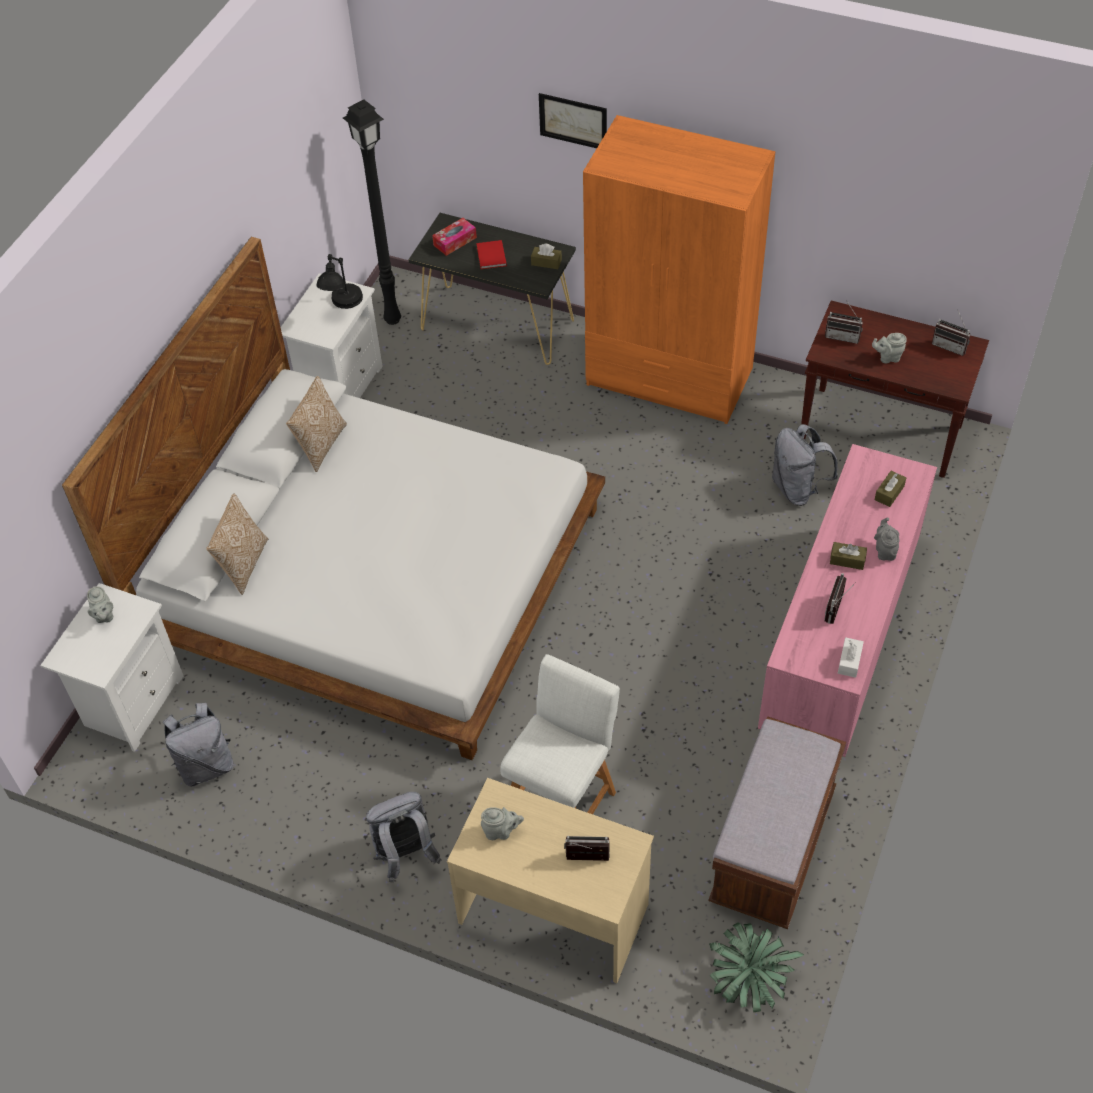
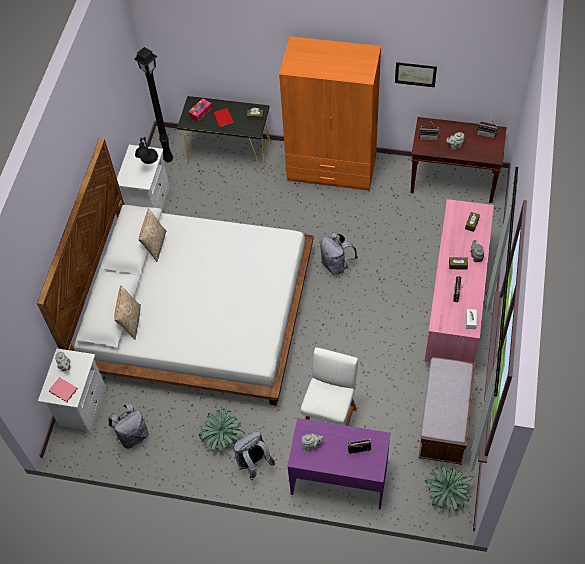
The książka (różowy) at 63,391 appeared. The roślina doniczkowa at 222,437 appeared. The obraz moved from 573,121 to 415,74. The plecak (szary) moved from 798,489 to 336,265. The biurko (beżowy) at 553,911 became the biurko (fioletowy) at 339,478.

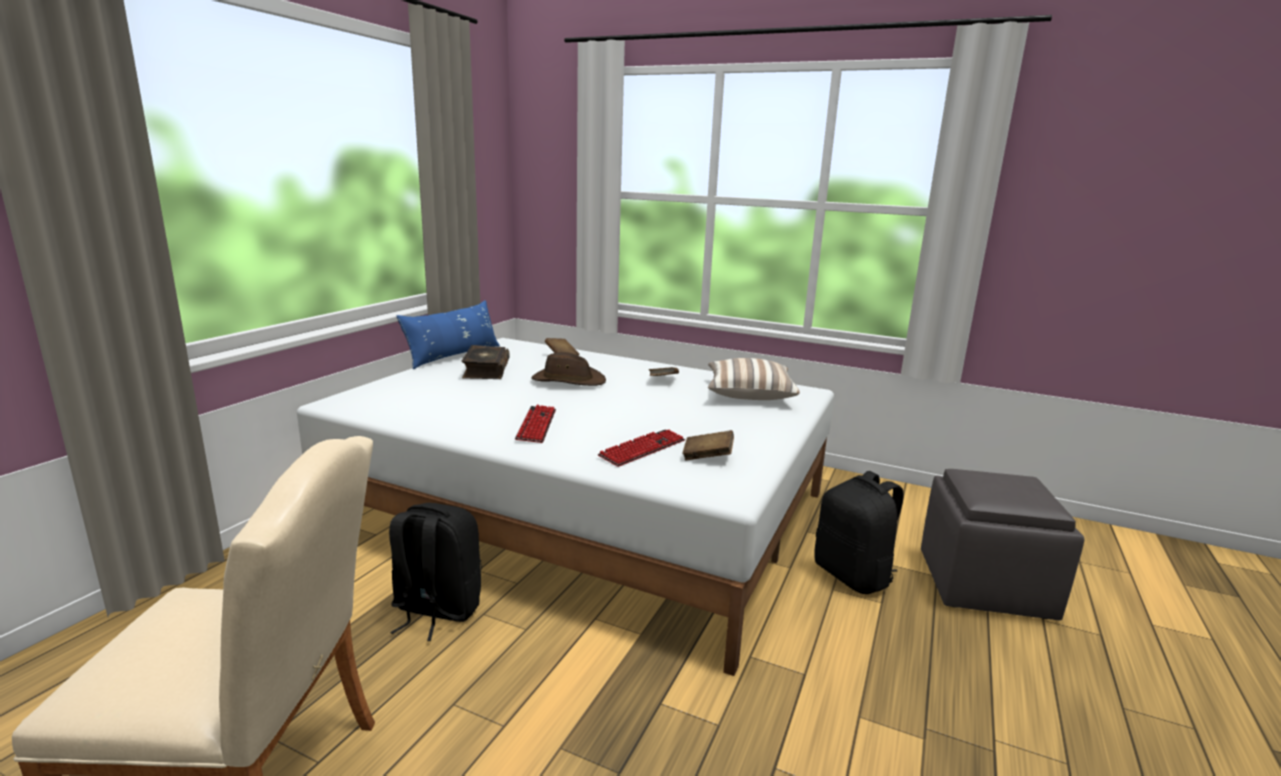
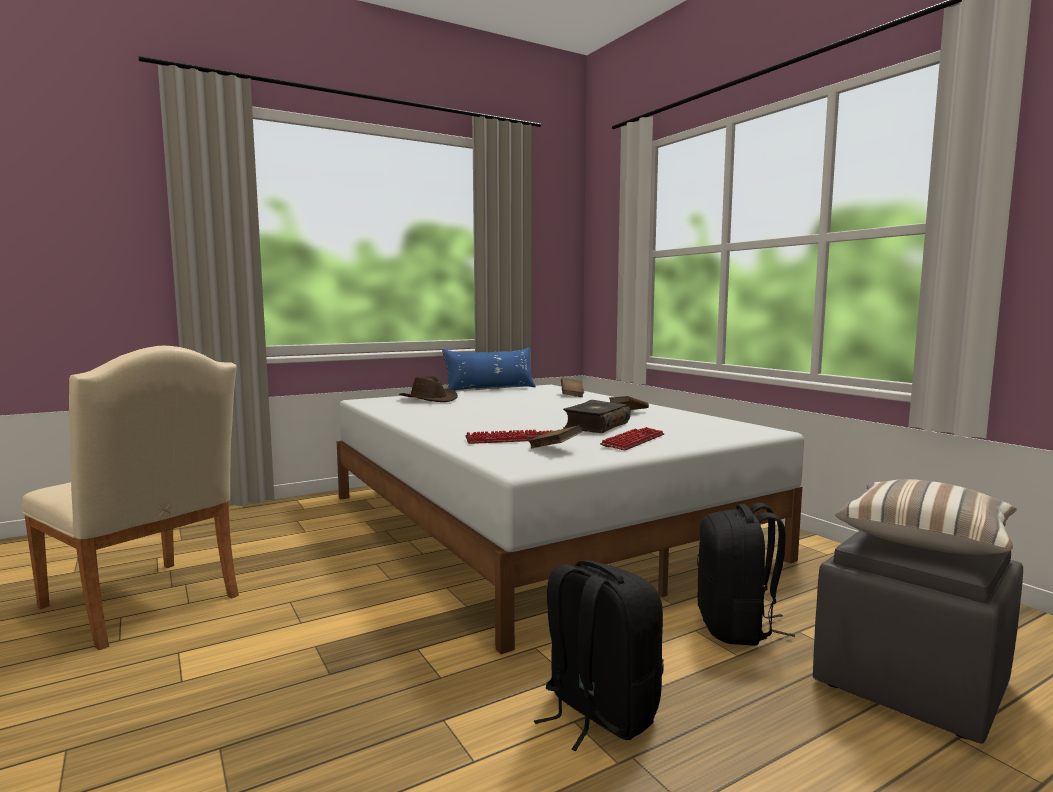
The plecak (czarny) moved from 435,610 to 598,712. The książka moved from 485,371 to 595,426. The klawiatura moved from 536,425 to 633,441. The kapelusz (brązowy) moved from 568,380 to 429,399. The poduszka moved from 749,394 to 925,540.

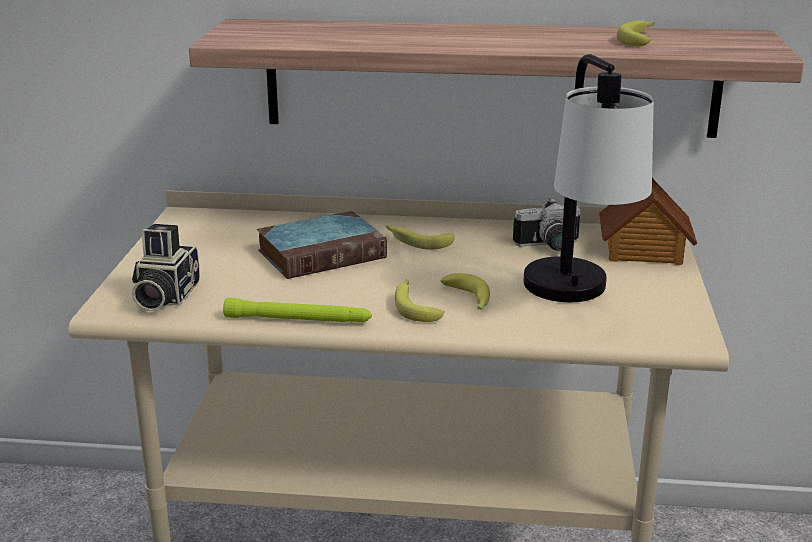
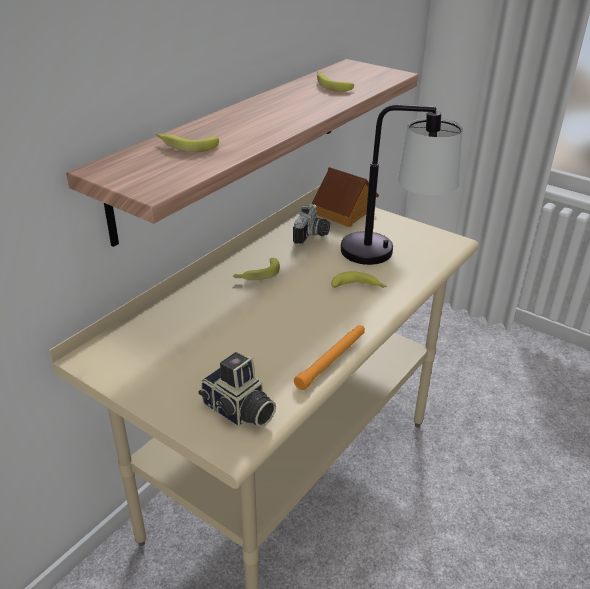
The książka at 323,253 disappeared. The banan moved from 415,306 to 185,146. The latarka (zielony) at 298,320 became the latarka (pomarańczowy) at 332,359.

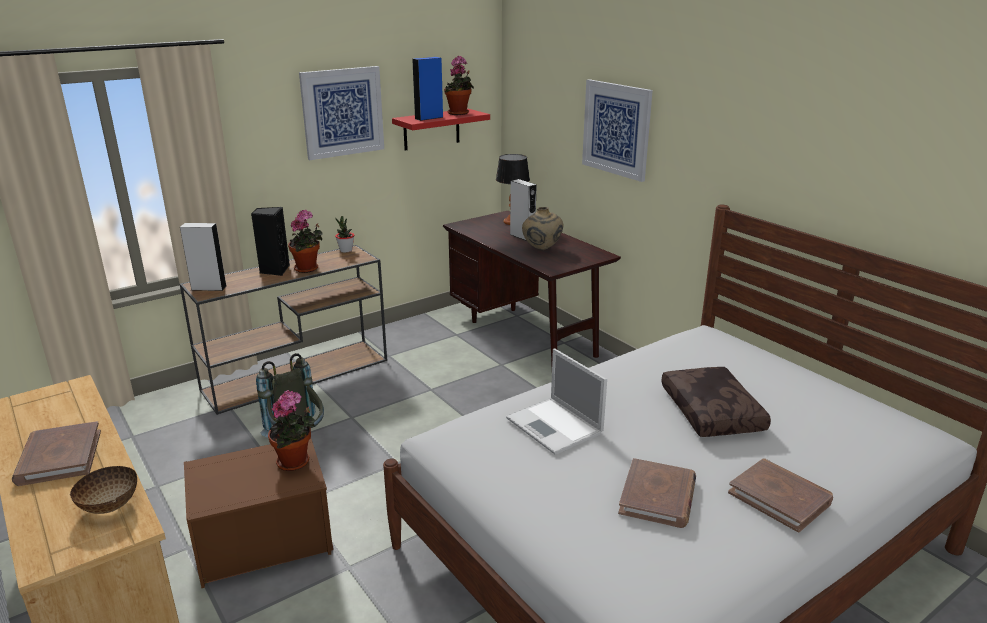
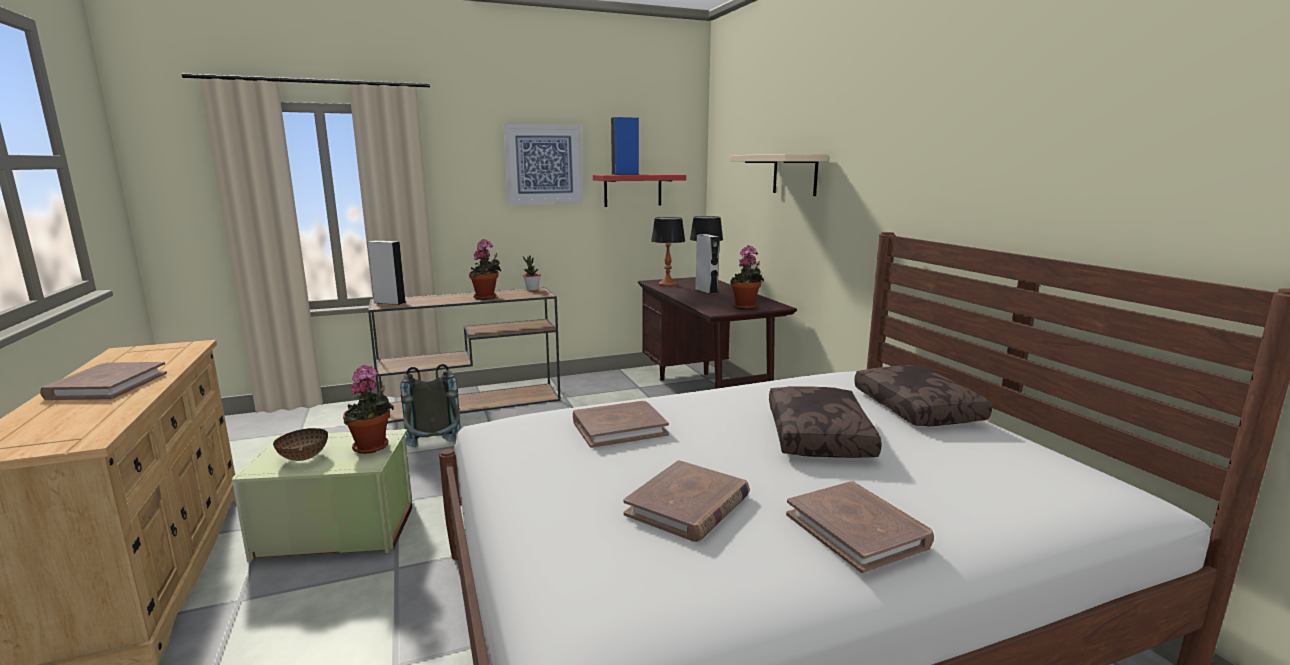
The głośnik (czarny) at 274,270 disappeared. The wazon (beżowy) at 541,249 disappeared. The lampa stołowa at 667,284 appeared. The poduszka (brązowy) at 919,409 appeared. The miska moved from 109,506 to 303,458. The roślina doniczkowa moved from 459,113 to 745,307. The laptop at 555,426 was replaced by the książka (brązowy) at 619,428. The obraz at 616,129 was replaced by the półka (beżowy) at 795,174. The pojemnik do przechowywania (brązowy) at 264,541 became the pojemnik do przechowywania (zielony) at 337,531.

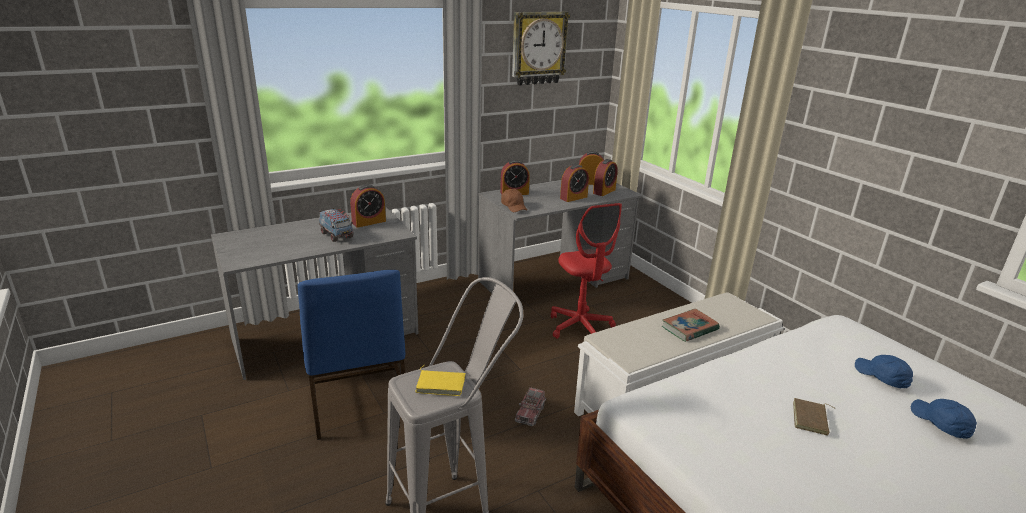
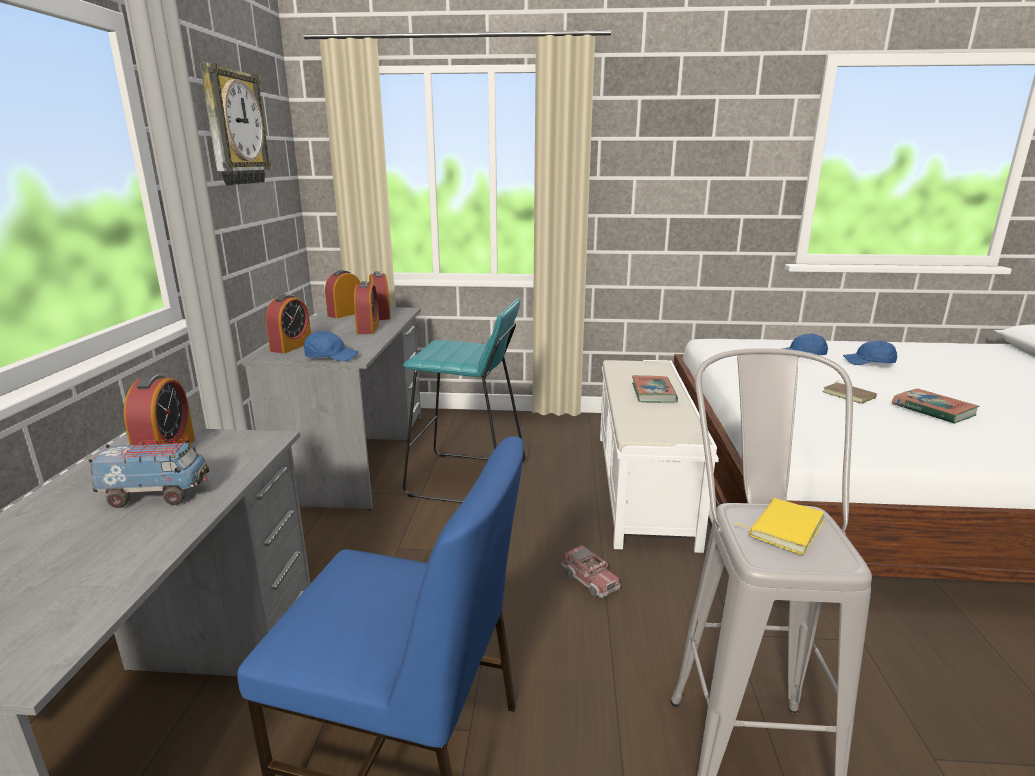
The książka at 933,410 appeared. The krzesło biurowe (czerwony) at 580,327 was replaced by the stołek (turkusowy) at 468,480. The czapka z daszkiem (brązowy) at 514,207 became the czapka z daszkiem (niebieski) at 331,357.

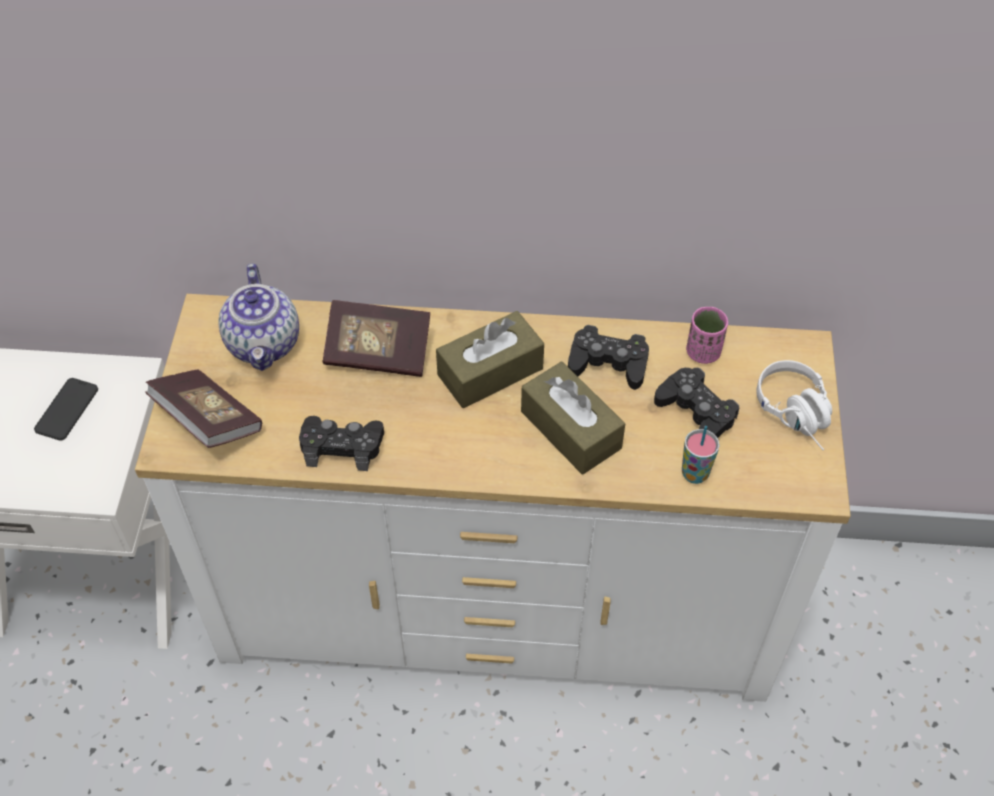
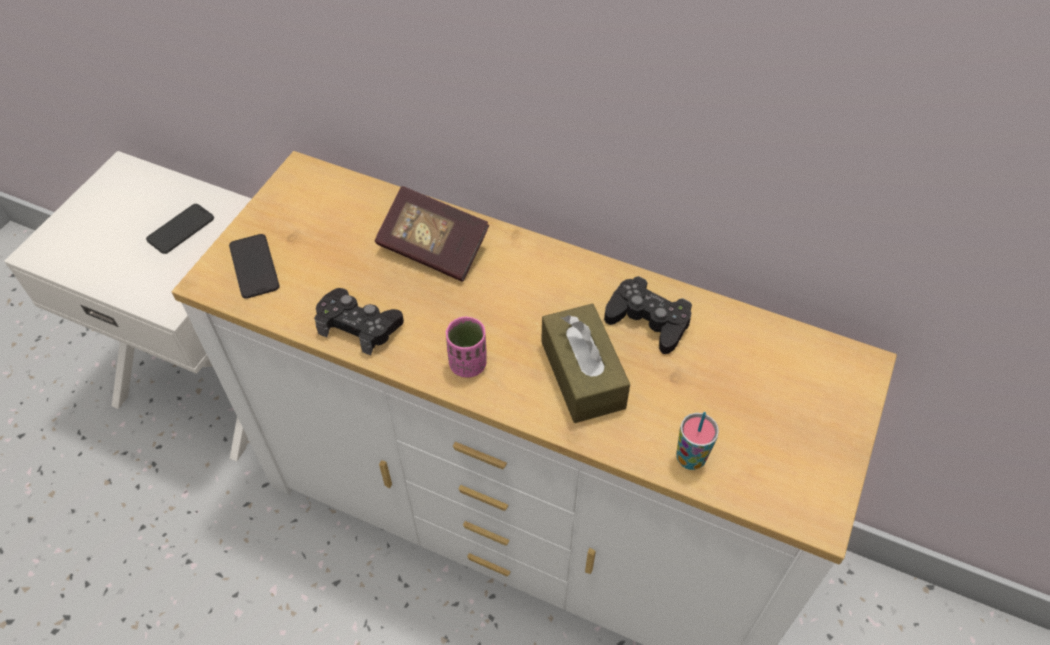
The imbryk at 265,344 disappeared. The pudełko chusteczek (brązowy) at 490,372 disappeared. The pad do gier (czarny) at 696,412 disappeared. The słuchawki (biały) at 798,415 disappeared. The filiżanka (różowy) moved from 703,352 to 468,364. The książka at 208,420 was replaced by the telefon at 254,266.

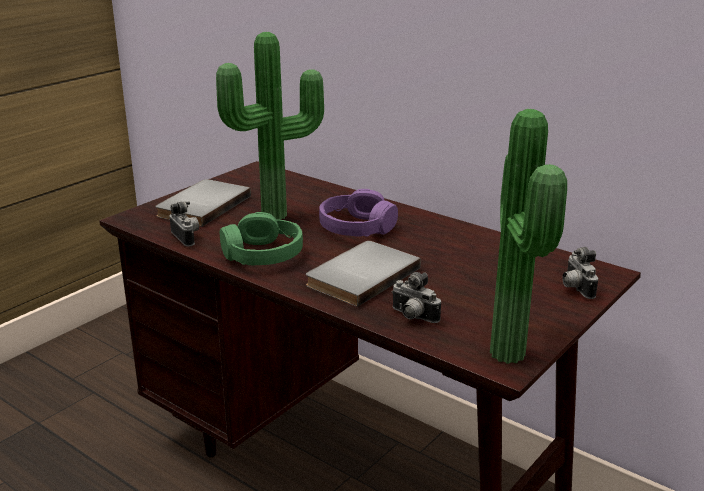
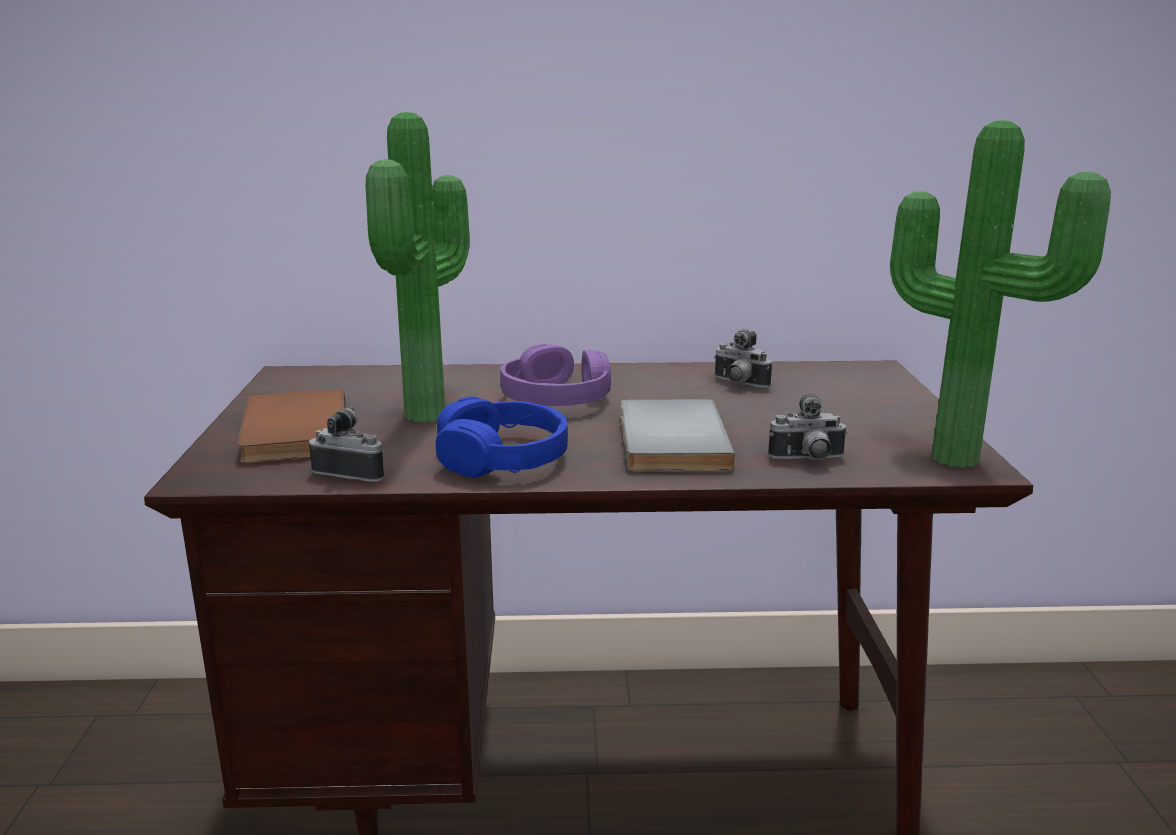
The aparat fotograficzny moved from 575,288 to 738,384. The książka (szary) at 201,205 became the książka (brązowy) at 290,432. The słuchawki (zielony) at 262,254 became the słuchawki (niebieski) at 503,458.

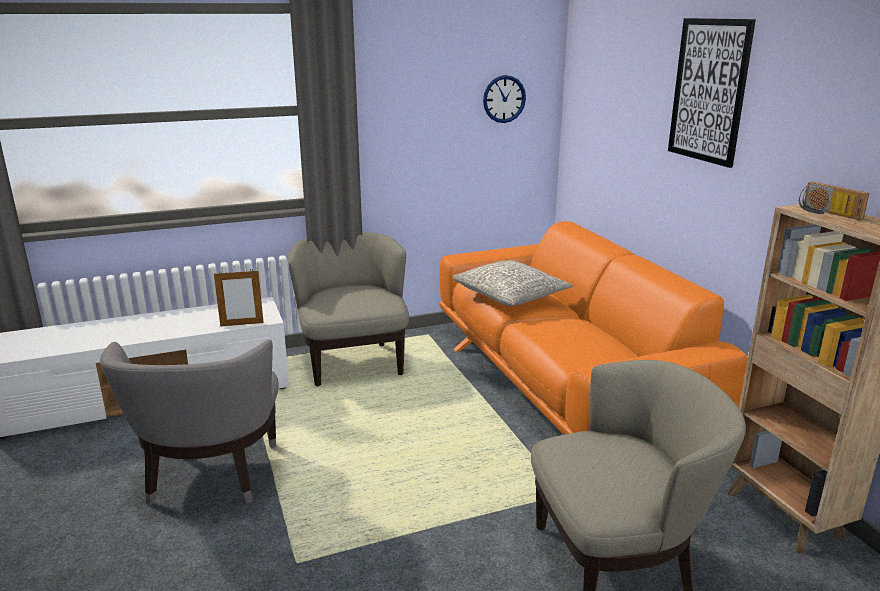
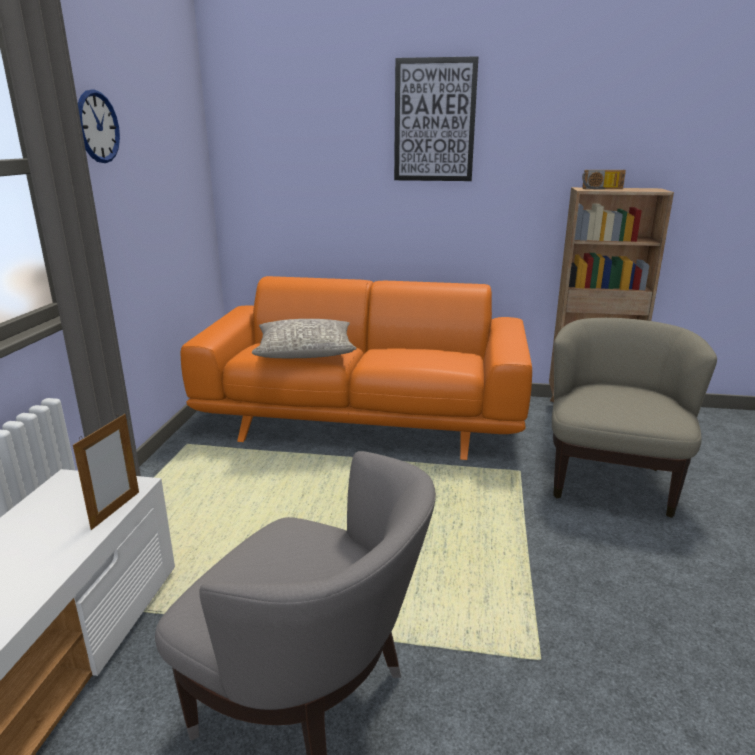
The fotel (beżowy) at 353,362 disappeared. The zegar ścienny moved from 504,99 to 97,127.

